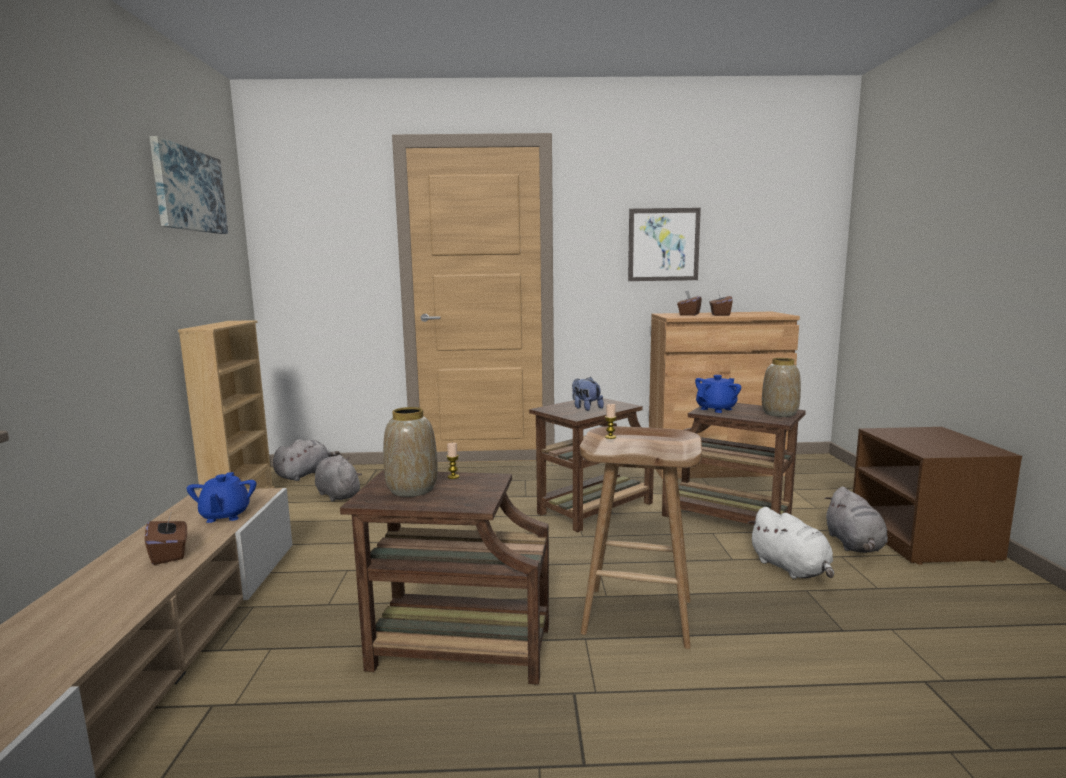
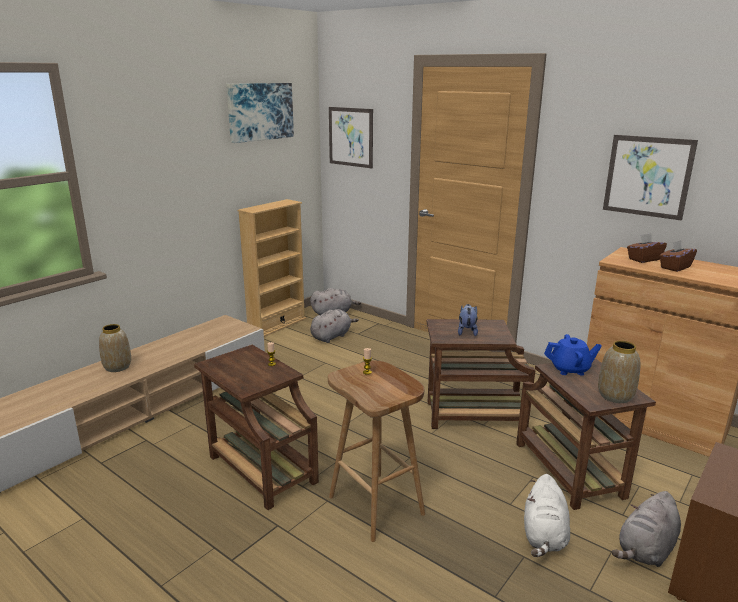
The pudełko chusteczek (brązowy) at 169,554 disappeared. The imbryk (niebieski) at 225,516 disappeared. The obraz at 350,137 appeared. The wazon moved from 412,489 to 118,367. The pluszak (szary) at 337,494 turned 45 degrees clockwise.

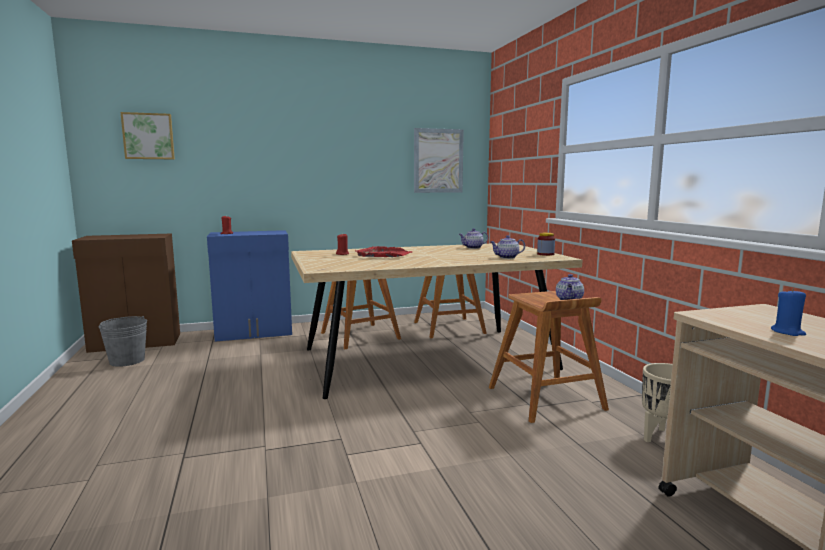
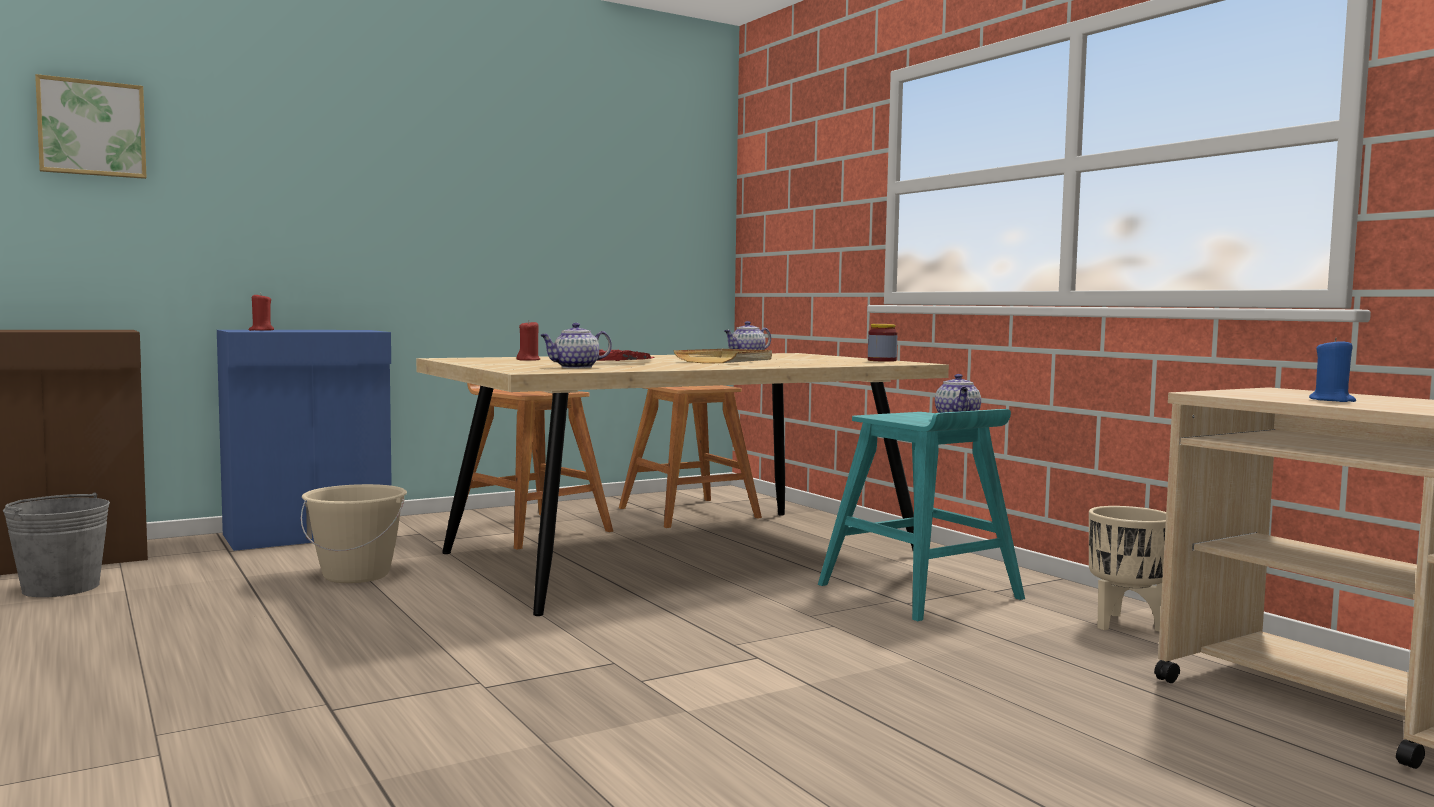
The obraz at 438,161 disappeared. The wiadro (beżowy) at 356,575 appeared. The taca (beżowy) at 726,361 appeared. The imbryk moved from 507,257 to 575,367. The stołek (brązowy) at 546,399 became the stołek (turkusowy) at 920,592.

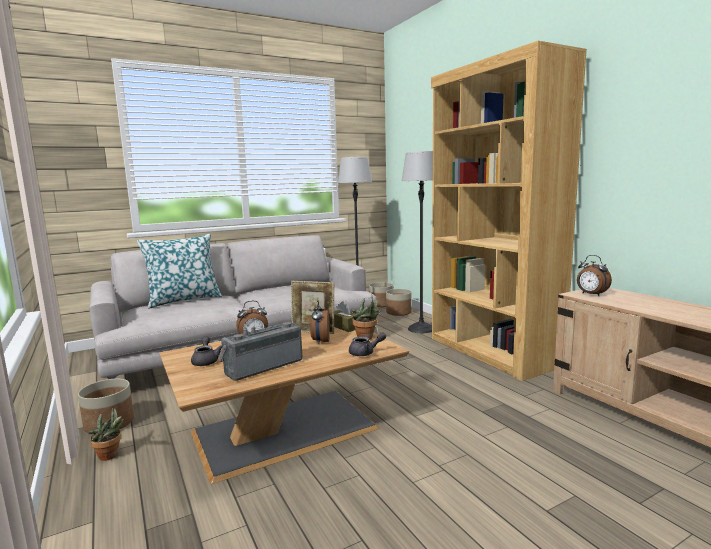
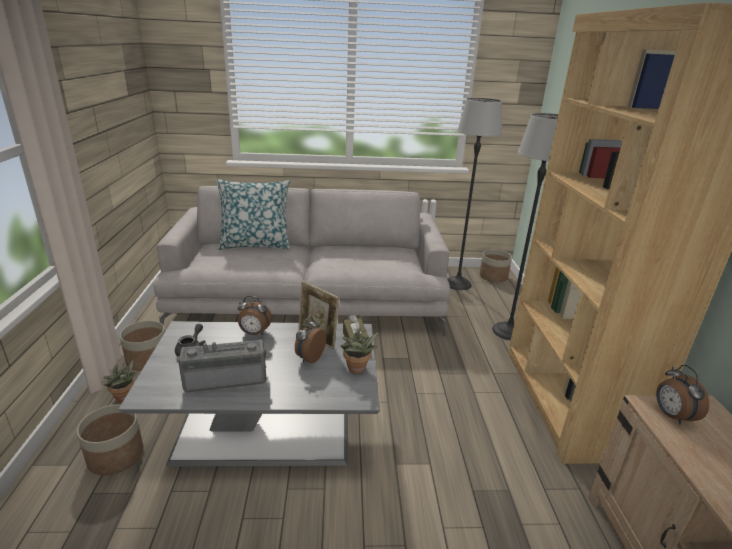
The imbryk (szary) at 365,353 disappeared. The donica moved from 399,312 to 116,456. The ława (brązowy) at 288,429 became the ława (szary) at 269,427.

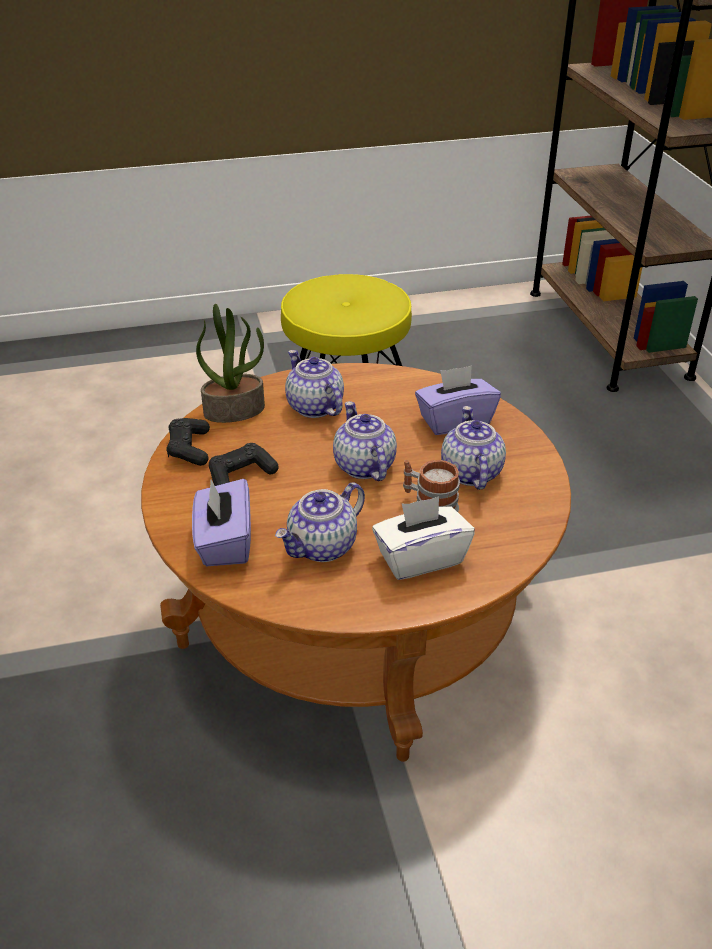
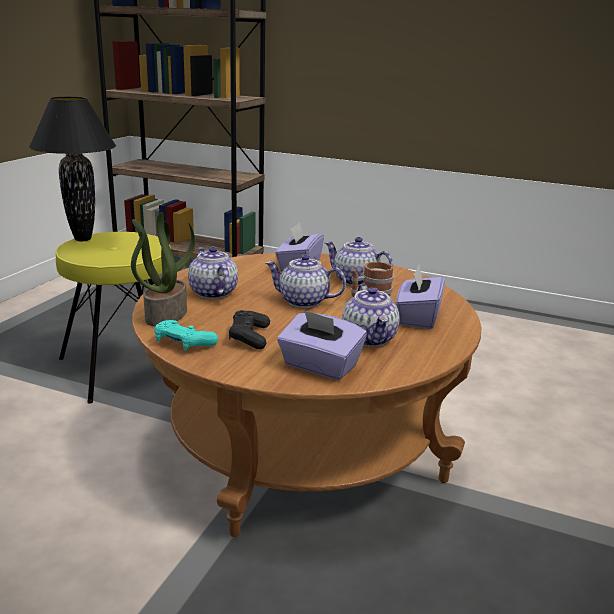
The lampa stołowa (czarny) at 82,239 appeared. The pad do gier (czarny) at 189,449 became the pad do gier (turkusowy) at 183,343. The pudełko chusteczek (biały) at 420,558 became the pudełko chusteczek (fioletowy) at 417,317. The imbryk at 314,407 turned 60 degrees clockwise.

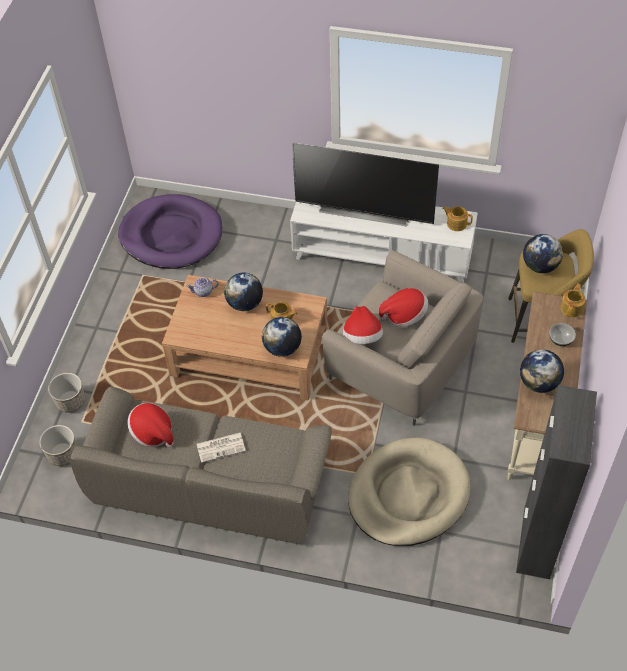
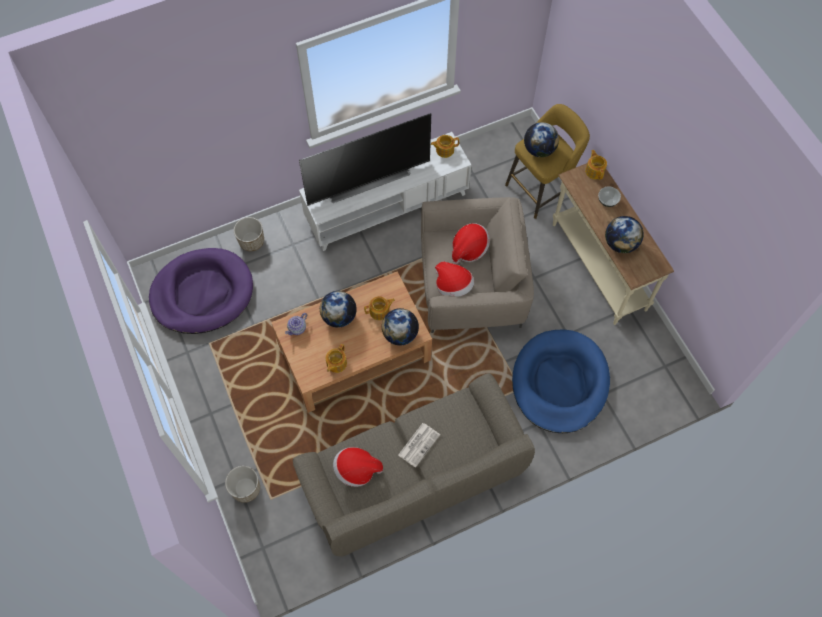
The szafka (czarny) at 536,542 disappeared. The imbryk at 336,363 appeared. The donica moved from 63,454 to 251,241. The legowisko (beżowy) at 408,494 became the legowisko (niebieski) at 559,383.

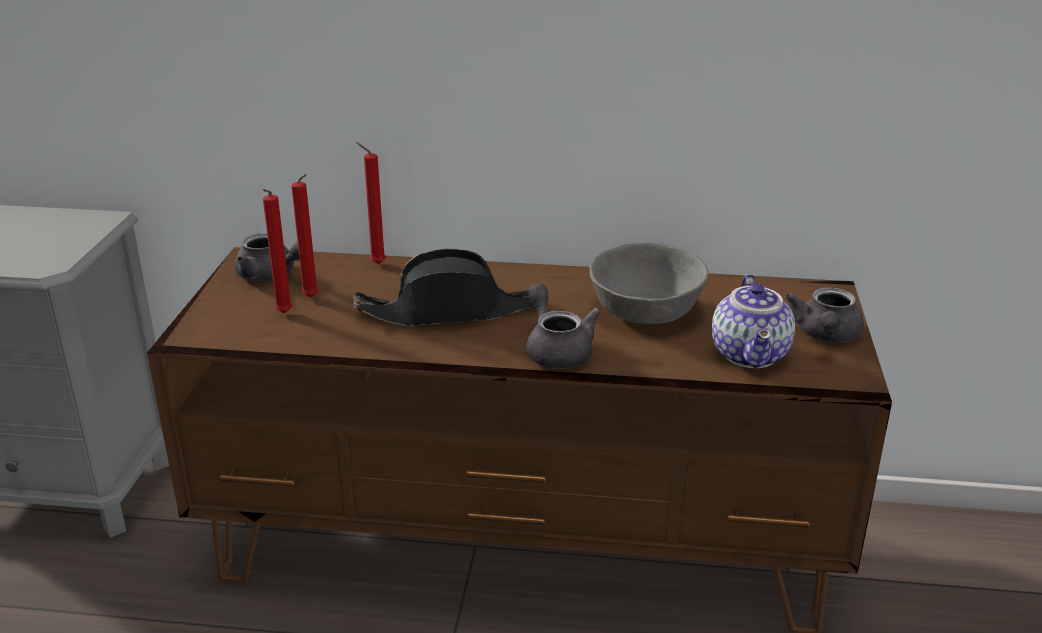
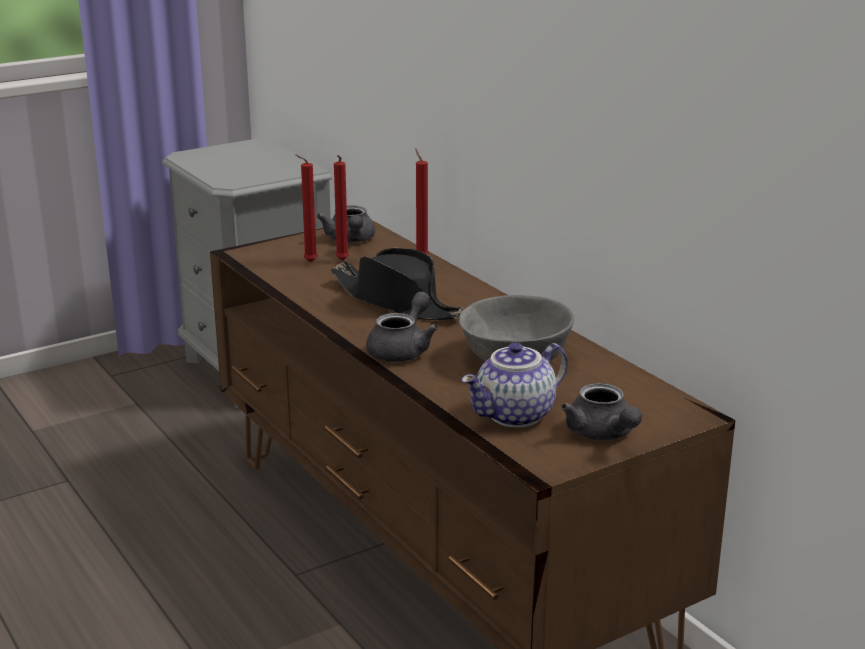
The imbryk (szary) at 825,336 turned 90 degrees counterclockwise.

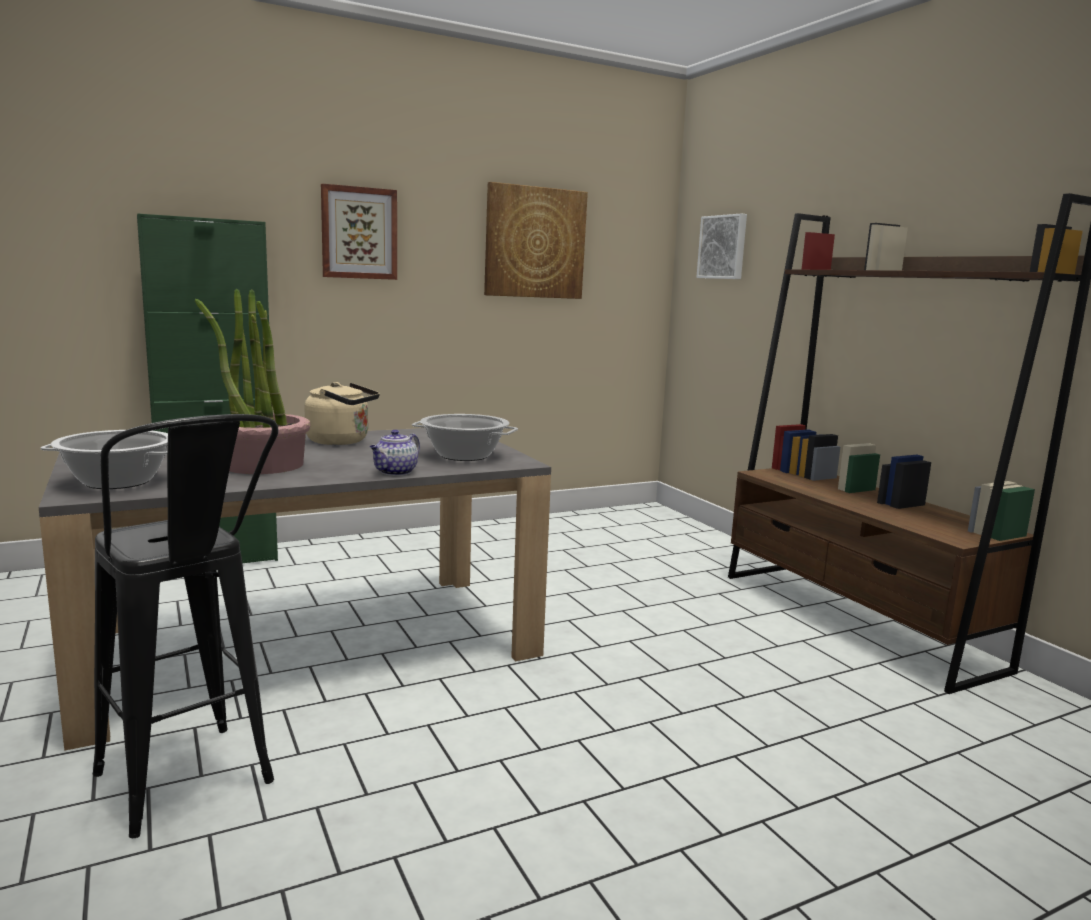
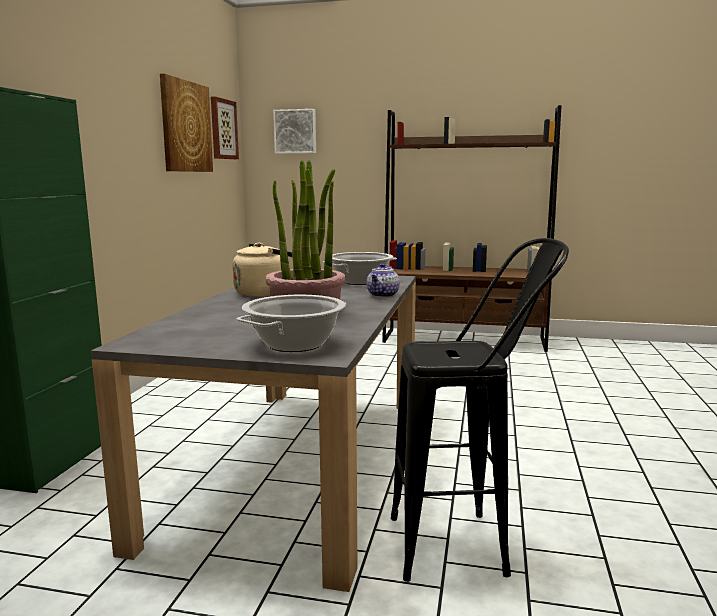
The obraz moved from 359,233 to 223,129. The imbryk at 395,472 turned 45 degrees clockwise.

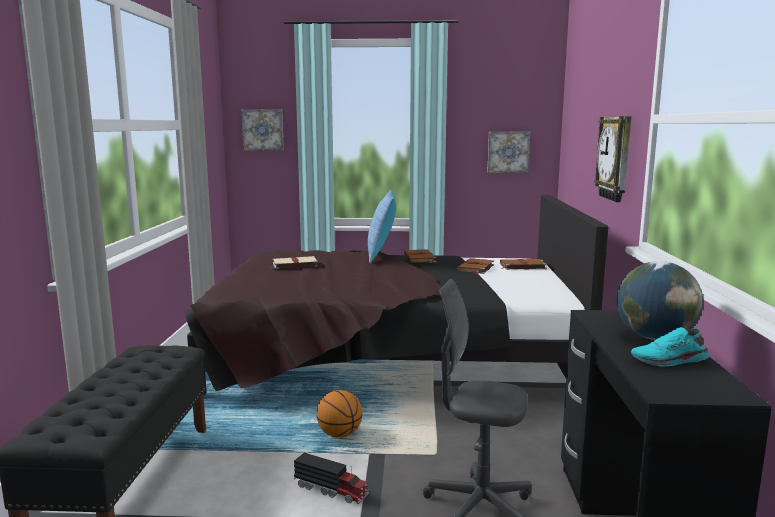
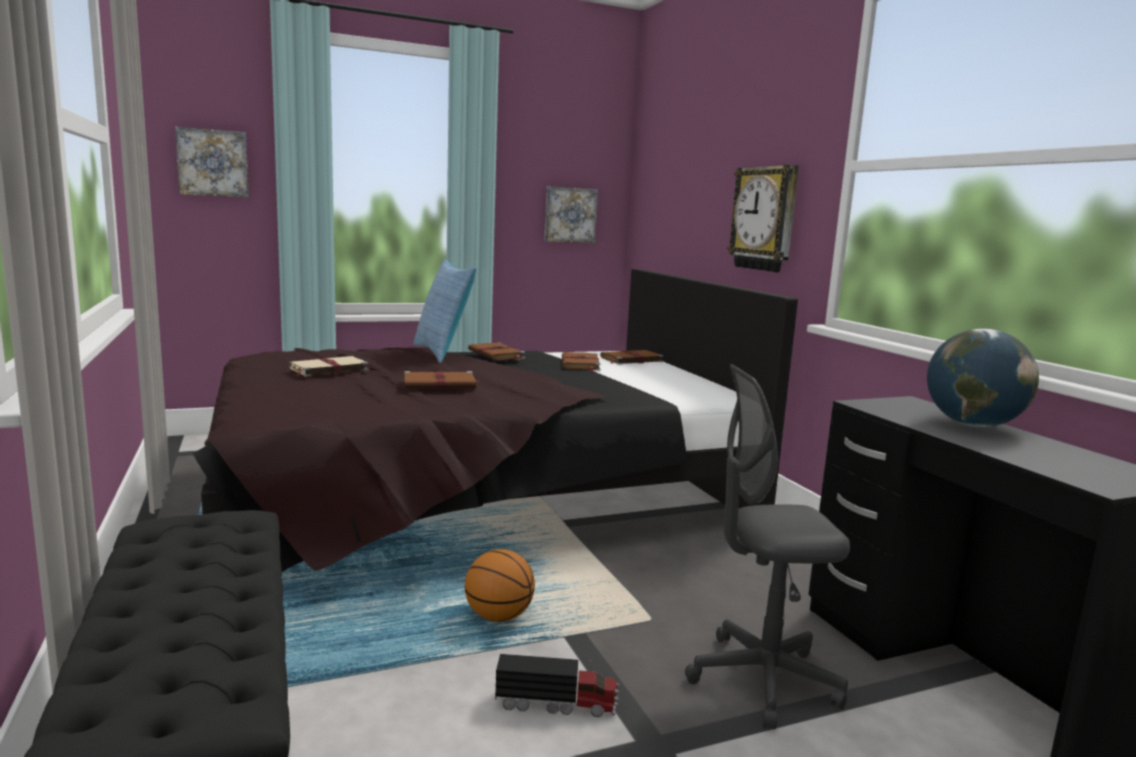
The but (turkusowy) at 669,361 disappeared. The książka (brązowy) at 441,384 appeared.

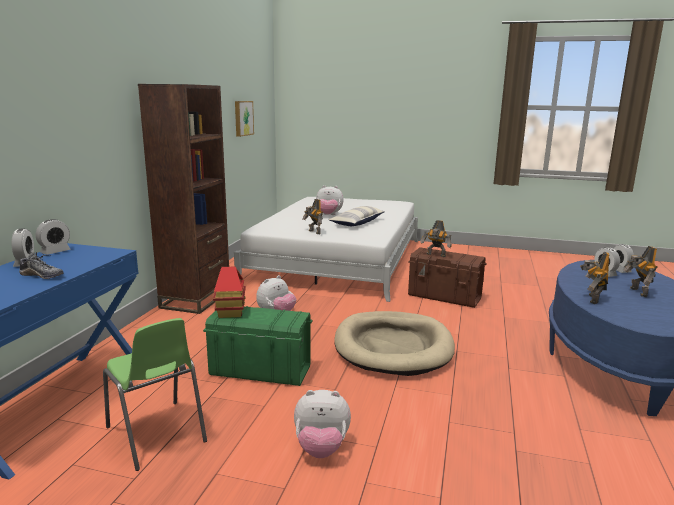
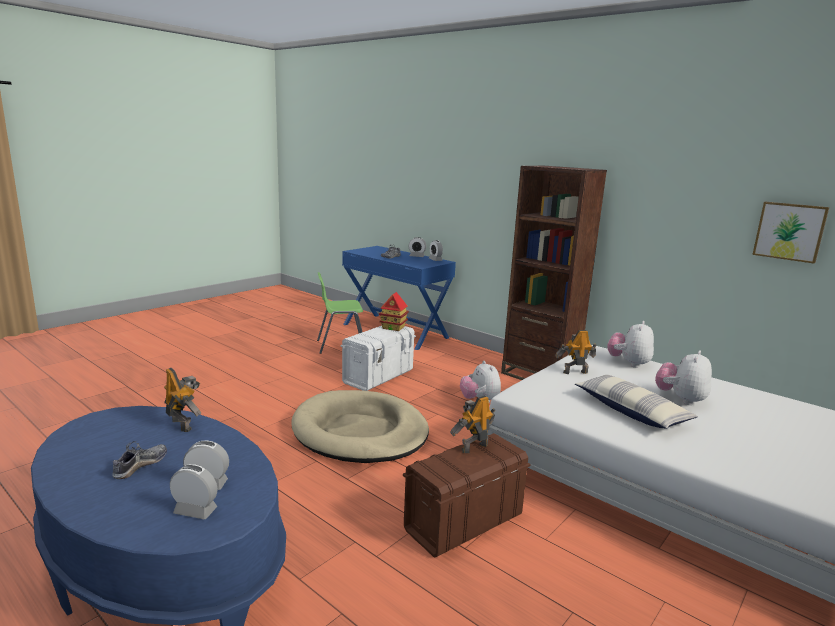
The pluszak moved from 321,448 to 628,363. The robot zabawkowy at 637,292 was replaced by the but at 140,466. The pojemnik do przechowywania (zielony) at 260,370 became the pojemnik do przechowywania (biały) at 379,376.

